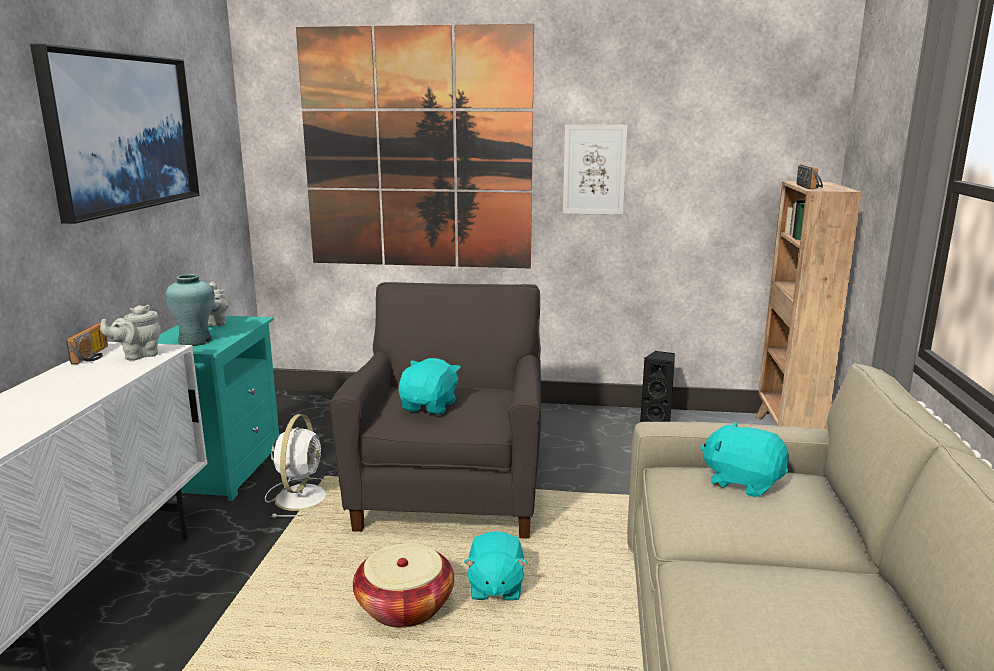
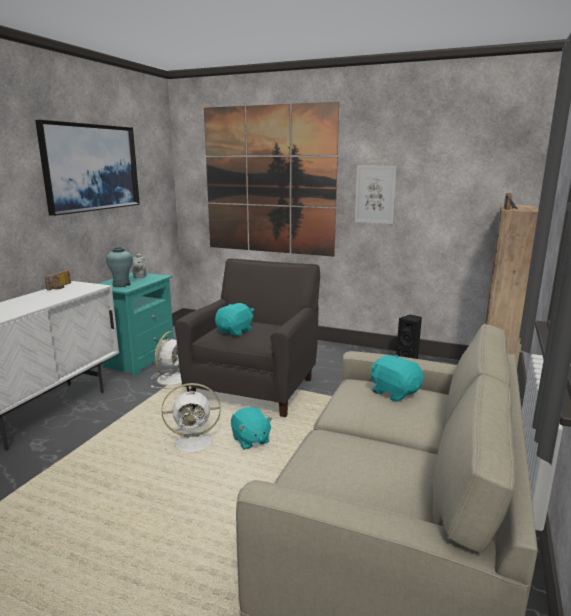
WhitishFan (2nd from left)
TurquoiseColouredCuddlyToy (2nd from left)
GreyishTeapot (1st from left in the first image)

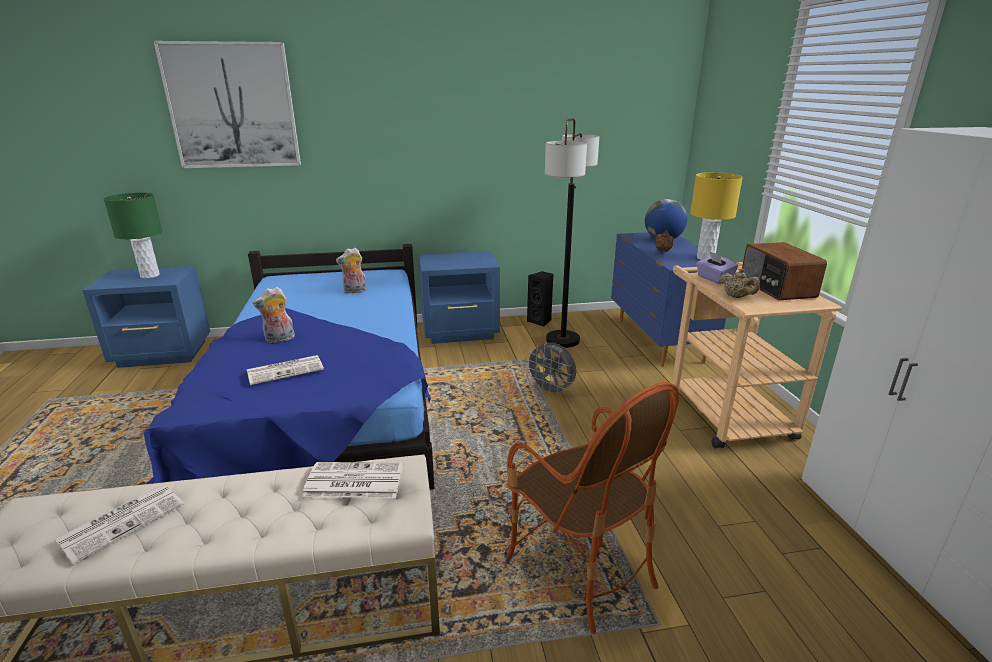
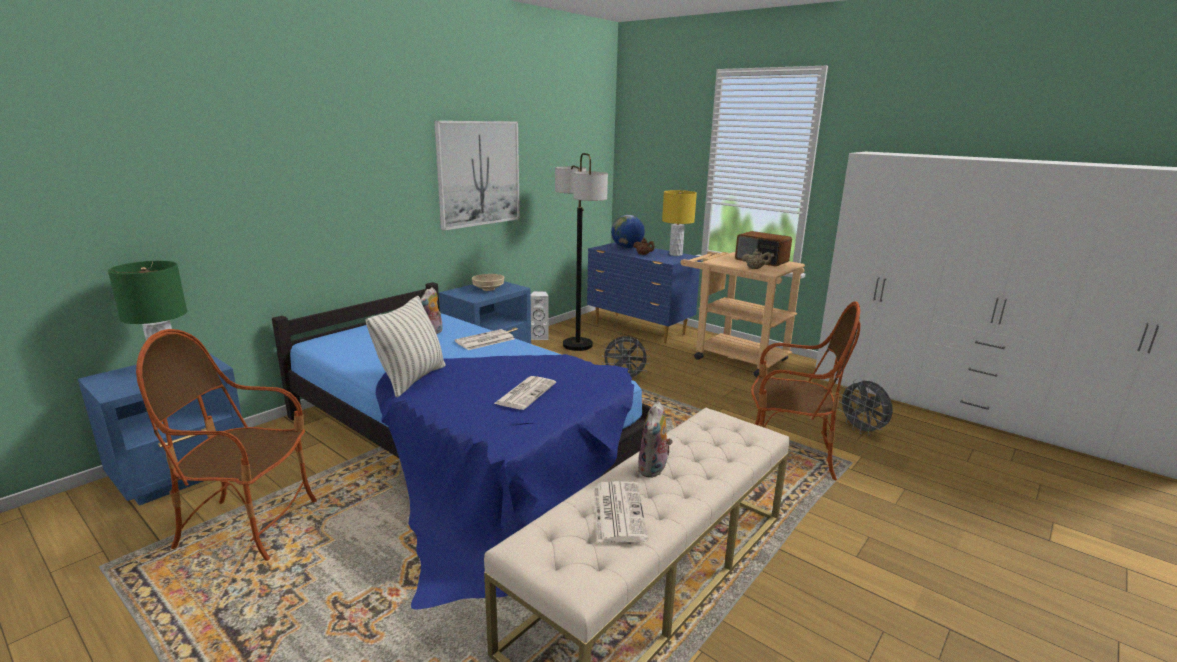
EasyChair (1st from left)
Pillow
WallArt
Newspaper (1st from left)
BeigeBowl
WhitishLoudspeaker
CuddlyToy (2nd from left)
GreyishFan (2nd from left)
PurplishTissueHolder

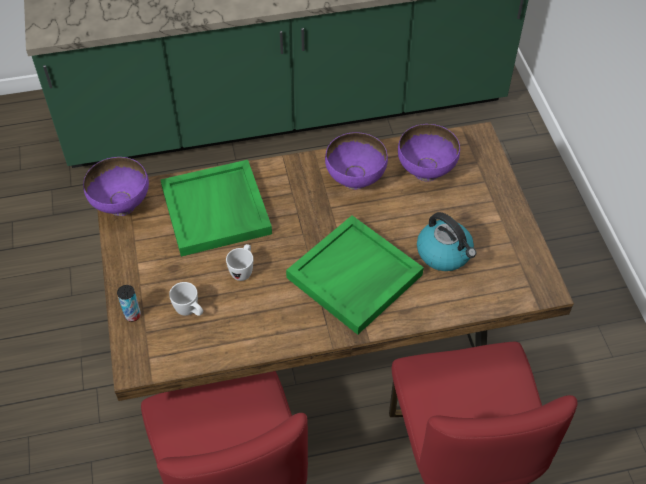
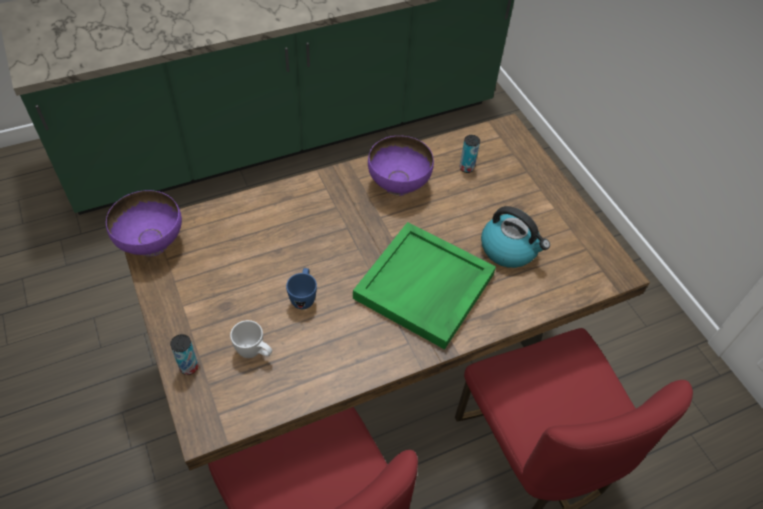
BlueColouredMug
MetalCan (2nd from left)
GreenCarryingTray (1st from left in the first image)

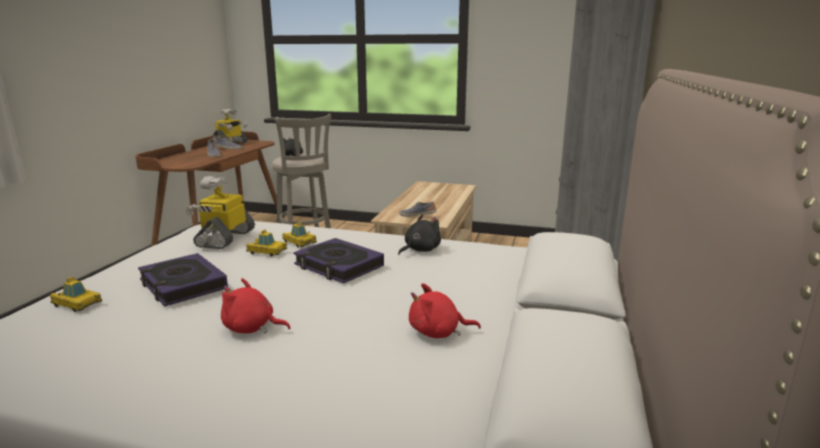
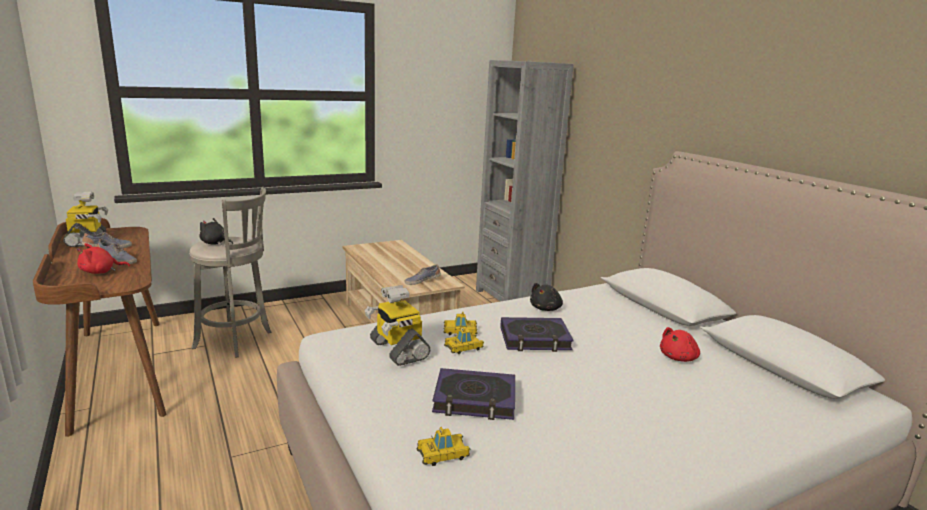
RedColouredCuddlyToy (1st from left)
BlackishCuddlyToy (2nd from left)

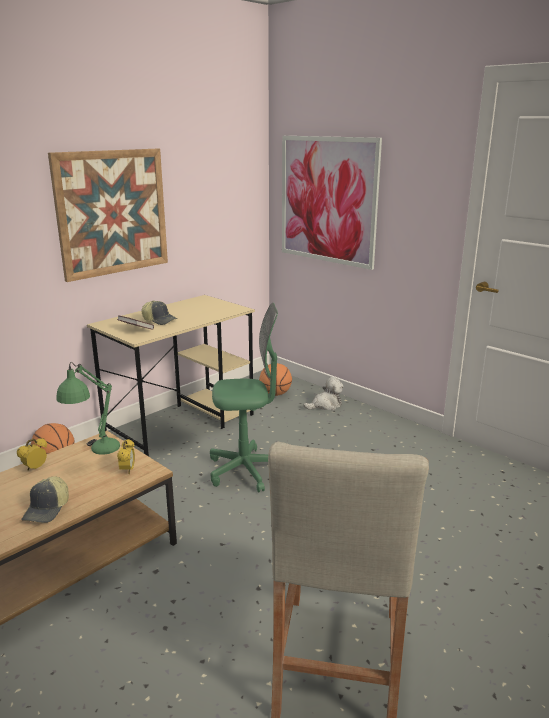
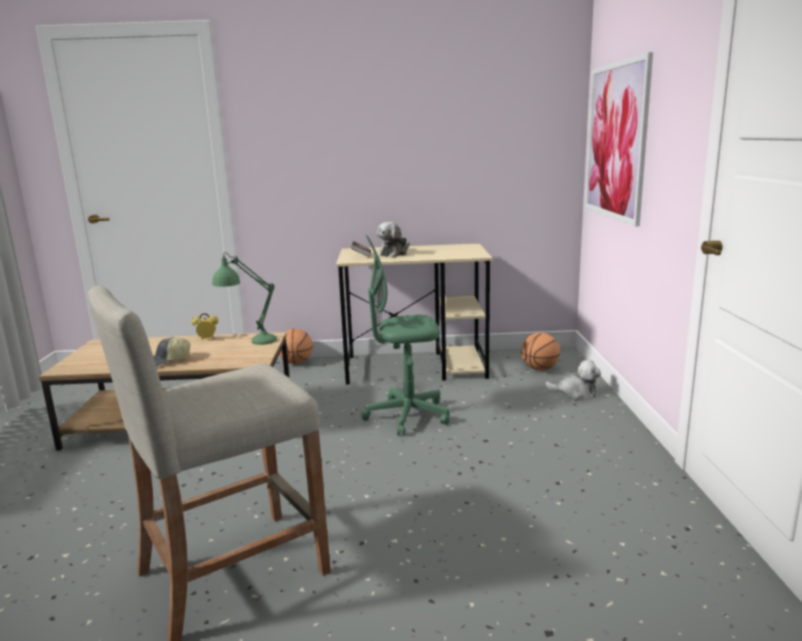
GreenComputerChair
CuddlyToy (1st from left)
WallArt (1st from left in the first image)
BedsideClock (2nd from left in the first image)

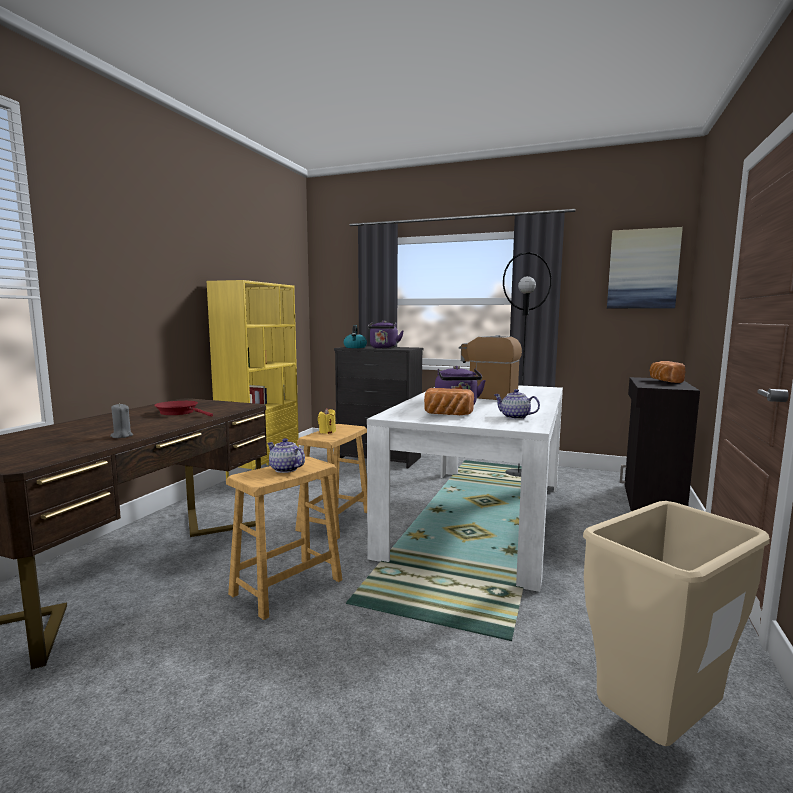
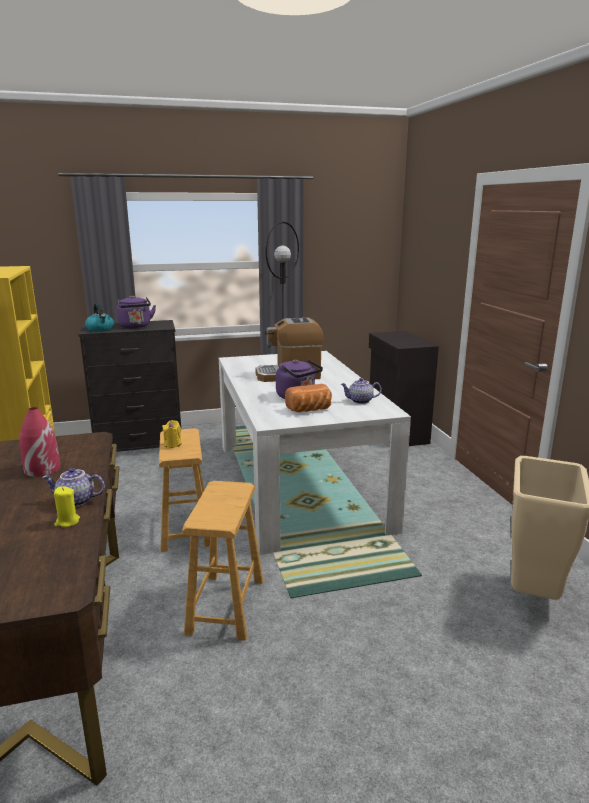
RedColouredDecorativeVase
Teapot (1st from left)
YellowishWaxCandle (1st from left)
WallArt
BakeryBread (2nd from left in the first image)

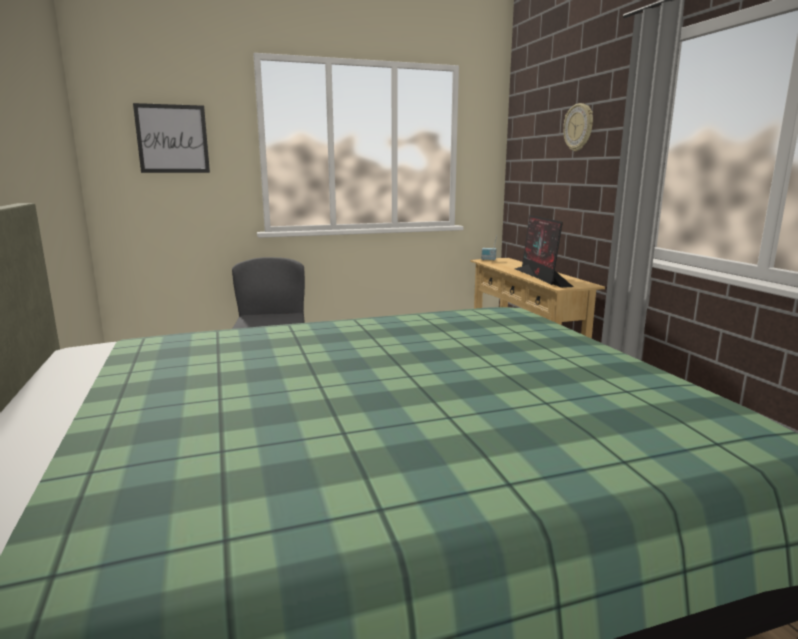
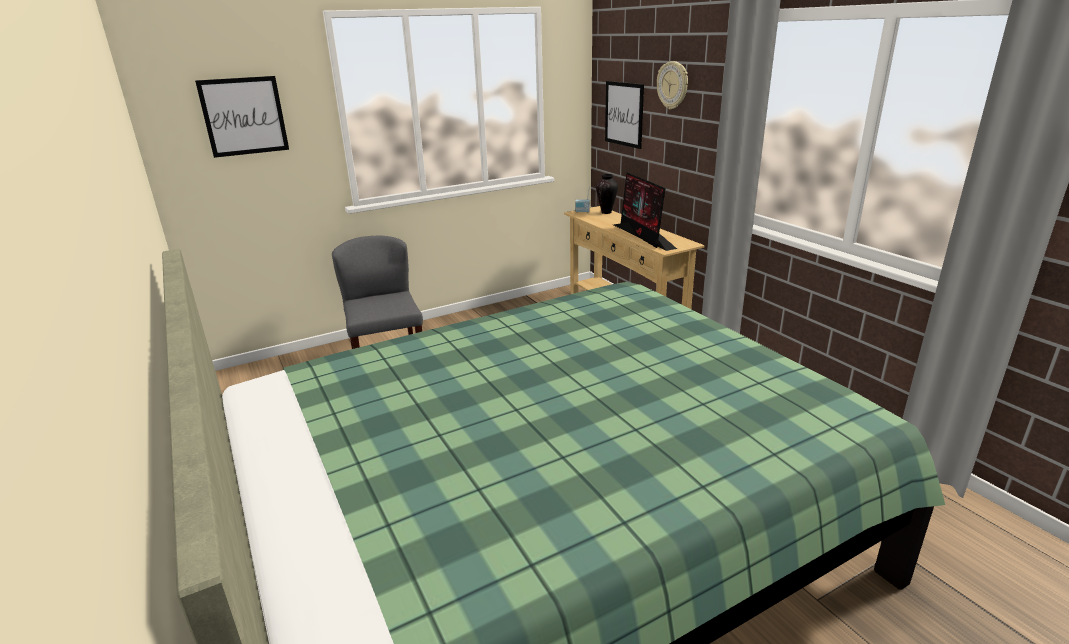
DecorativeVase
WallArt (2nd from left)

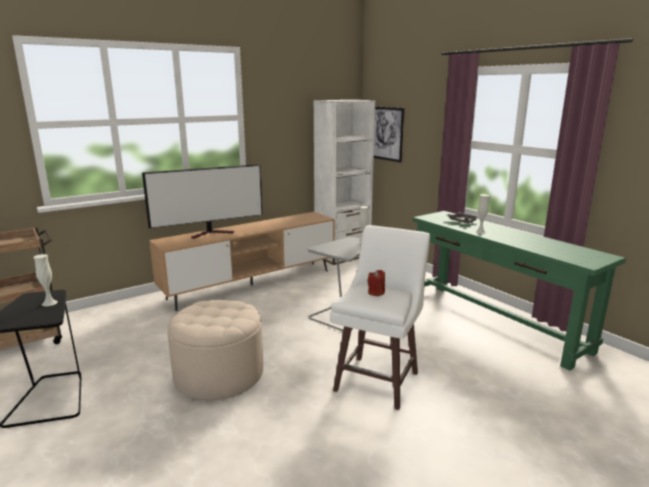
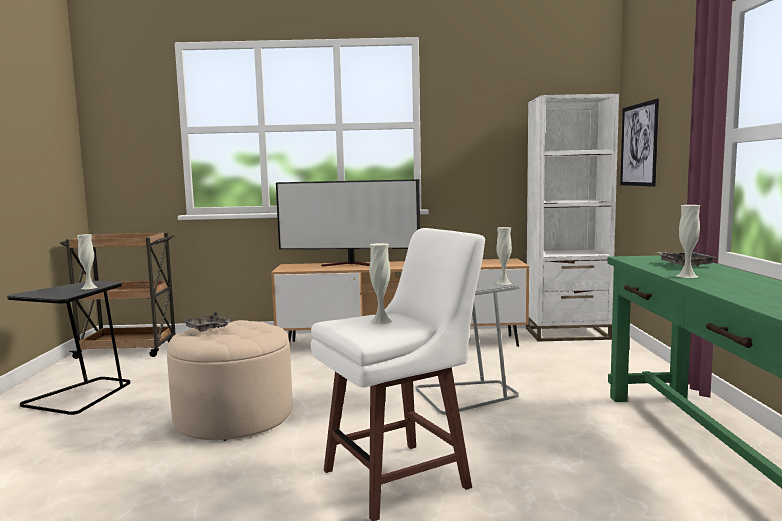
GreyishCarryingTray (1st from left)
WhitishDecorativeVase (2nd from left)

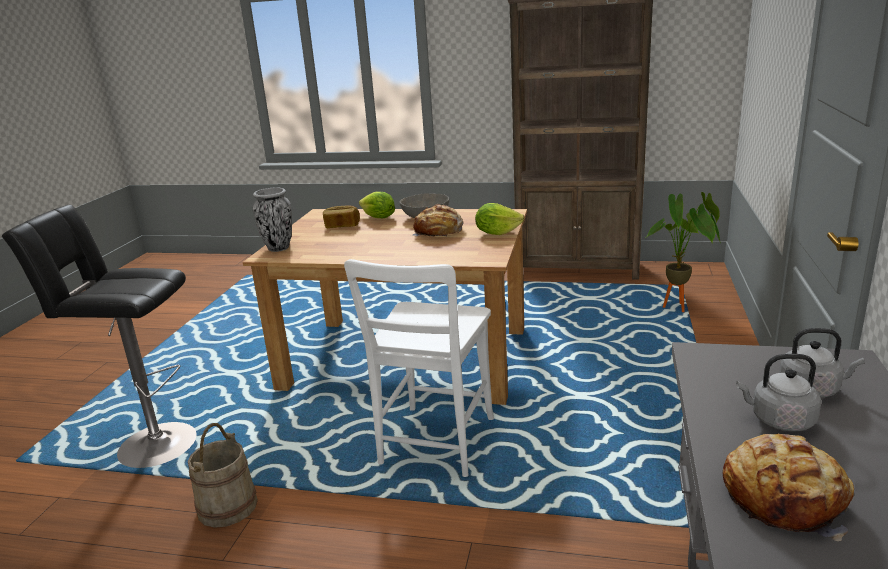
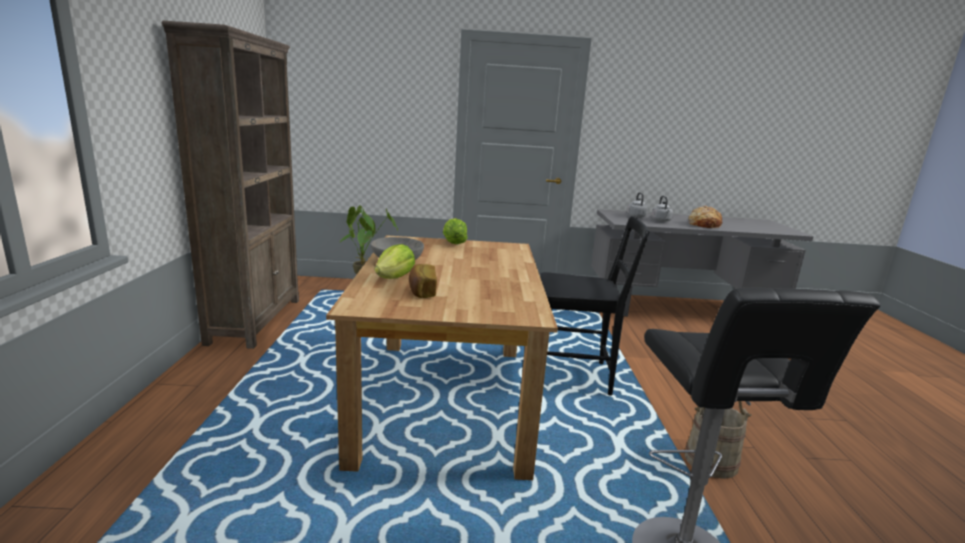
BlackishChair
DecorativeVase
BakeryBread (2nd from left in the first image)

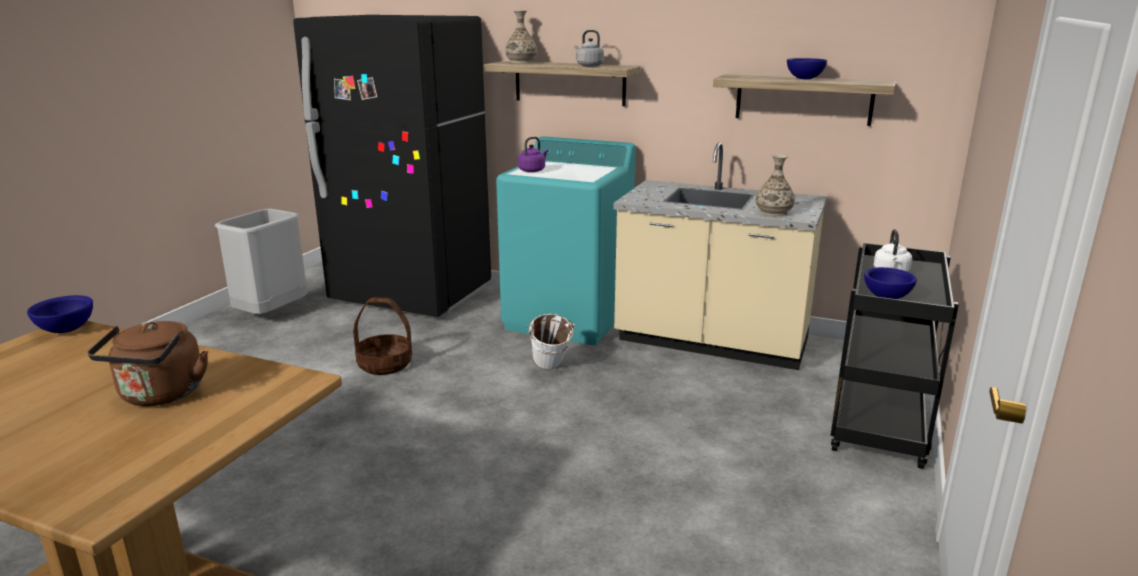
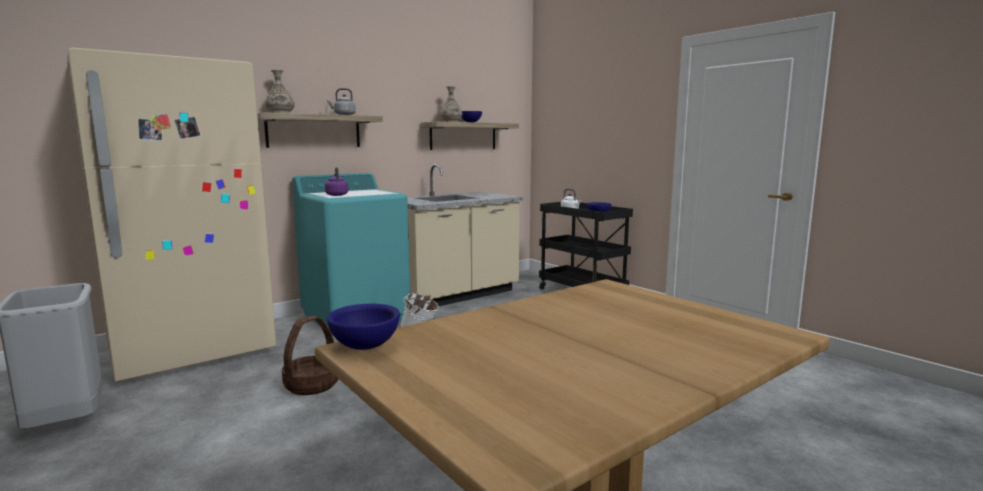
BeigeFridge
DecorativeVase (2nd from left)
BrownKettle

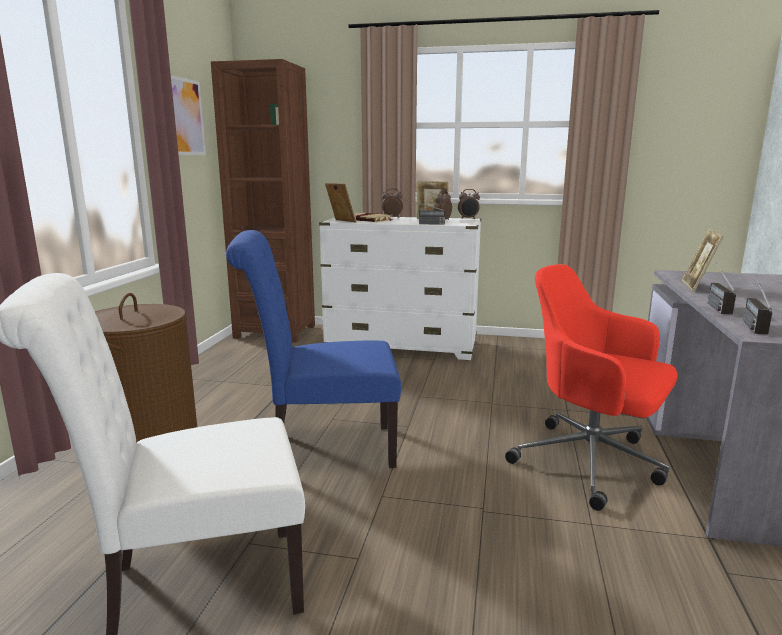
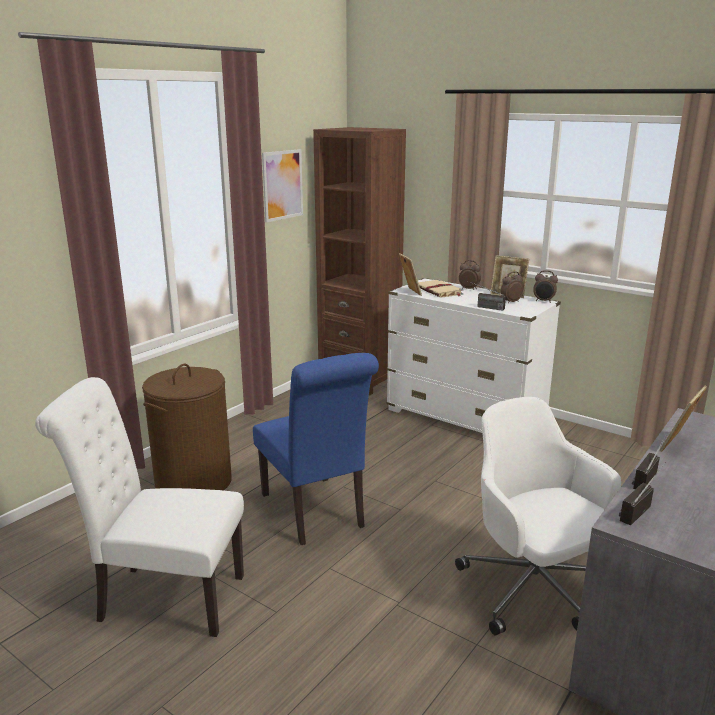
BlueColouredChair
WhitishComputerChair

